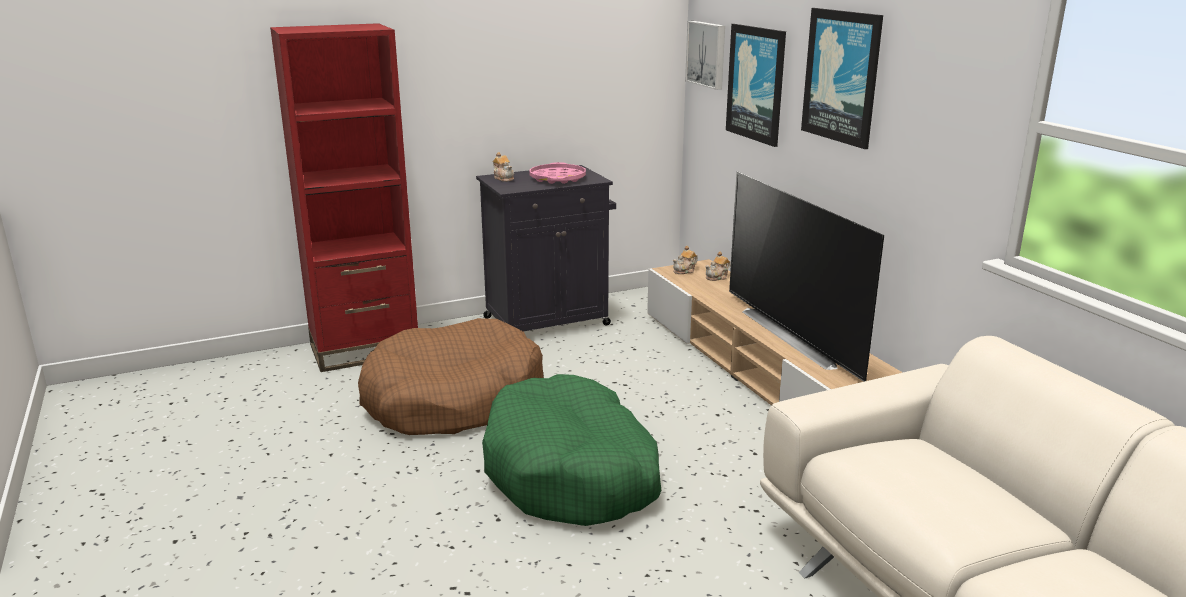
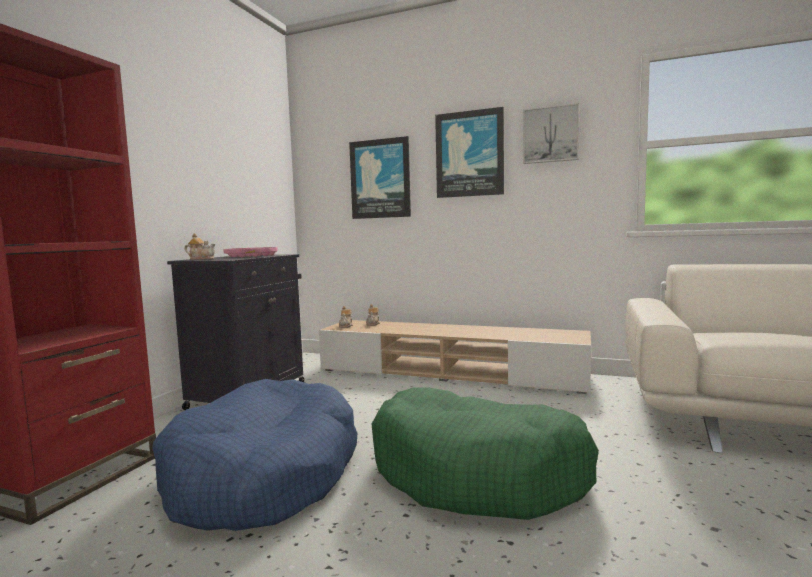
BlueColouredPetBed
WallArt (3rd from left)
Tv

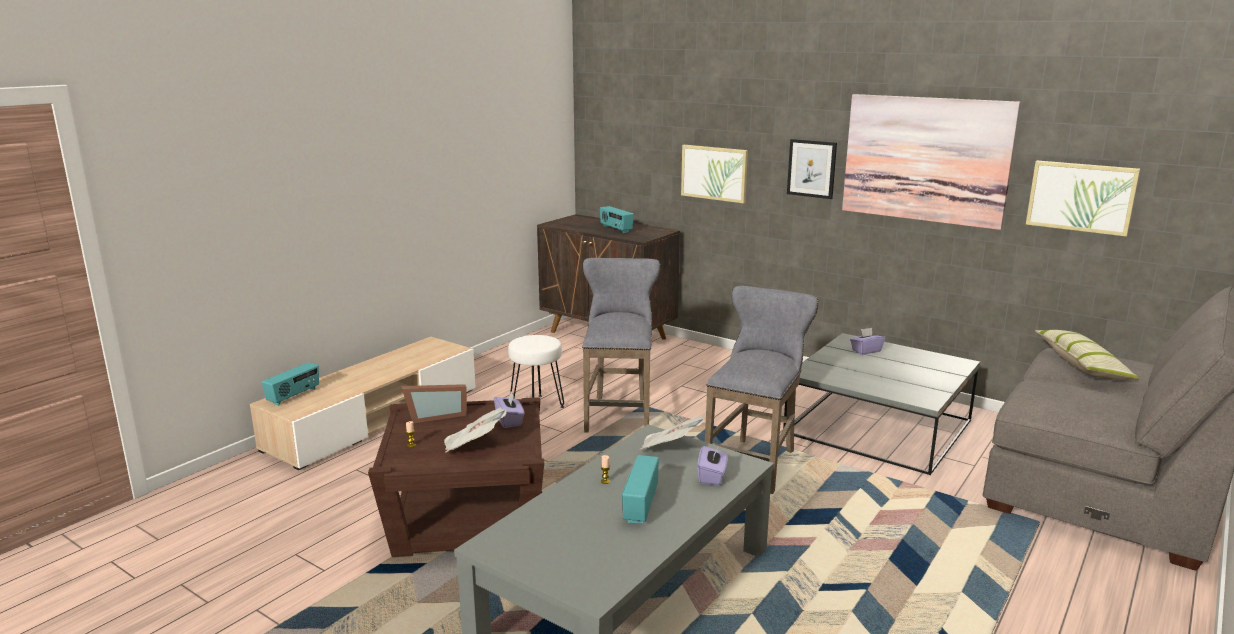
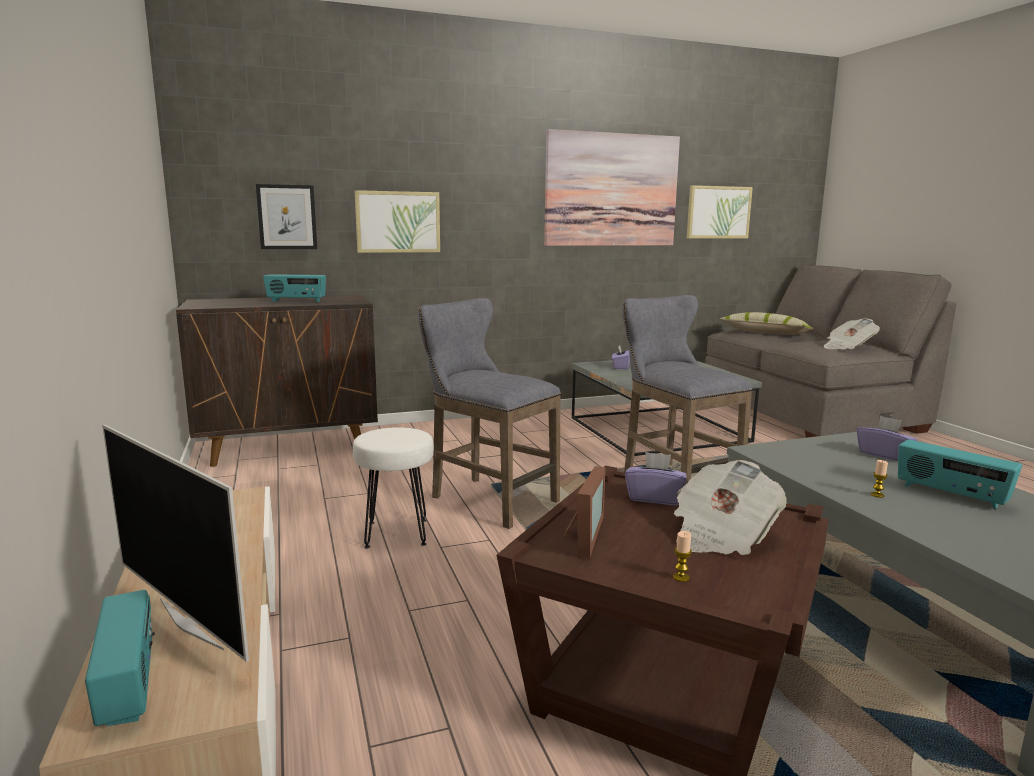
Tv
WallArt (1st from left)
Newspaper (2nd from left)

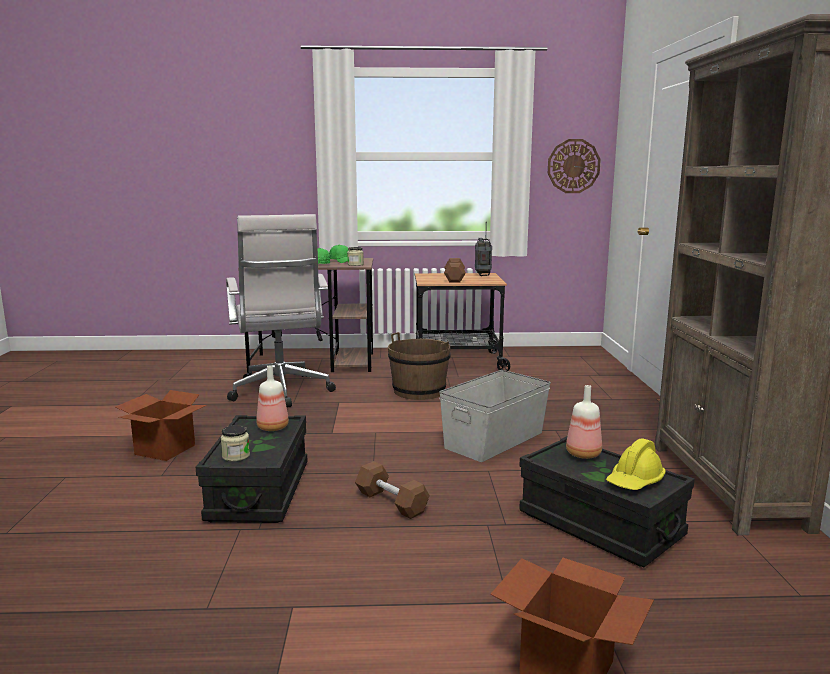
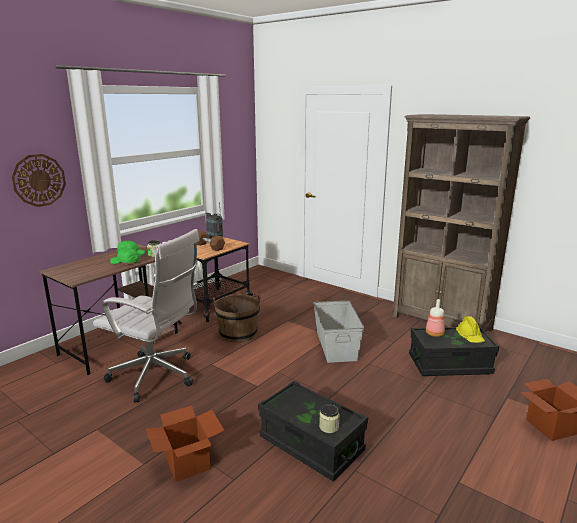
ClockOnTheWall
BeverageBottle (1st from left in the first image)
BrownDumbbell (1st from left in the first image)

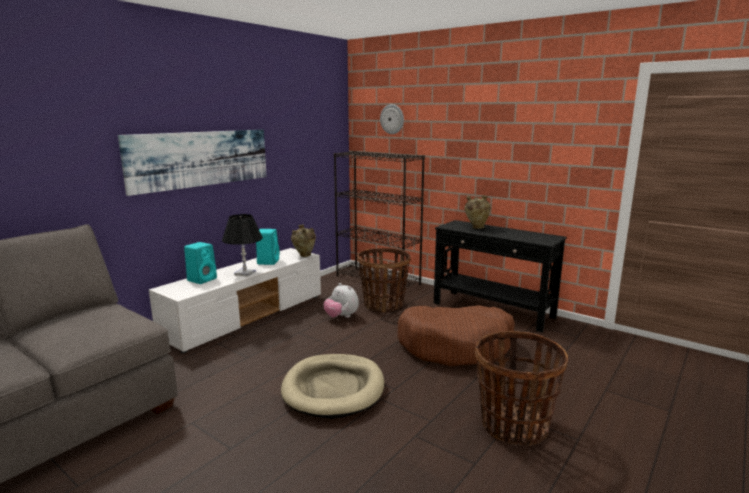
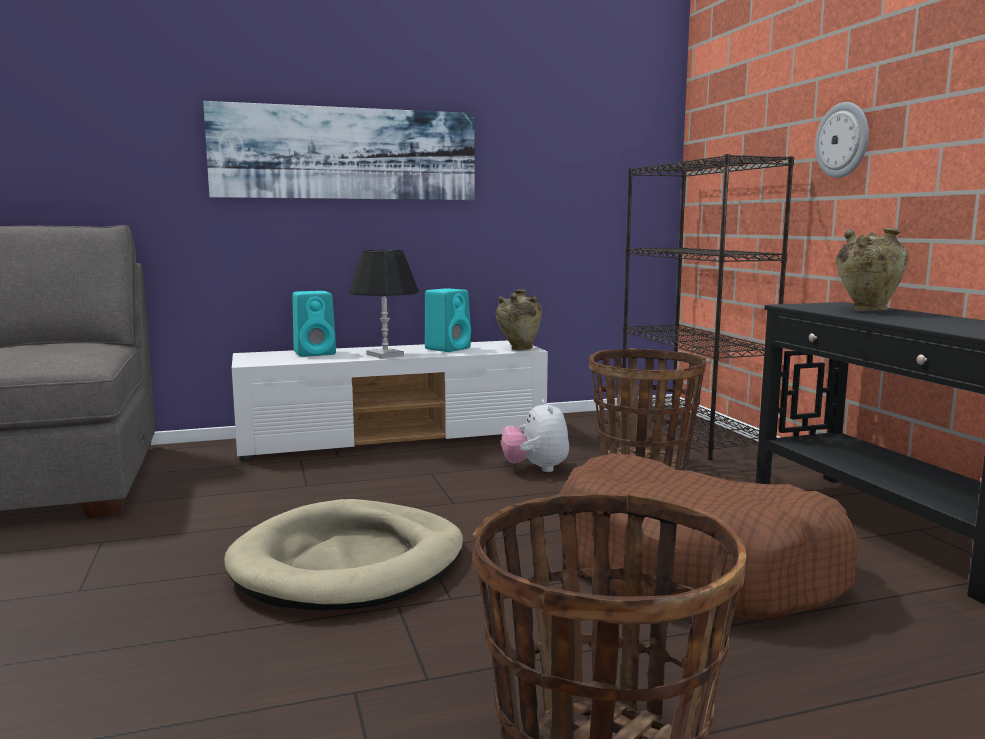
ClockOnTheWall

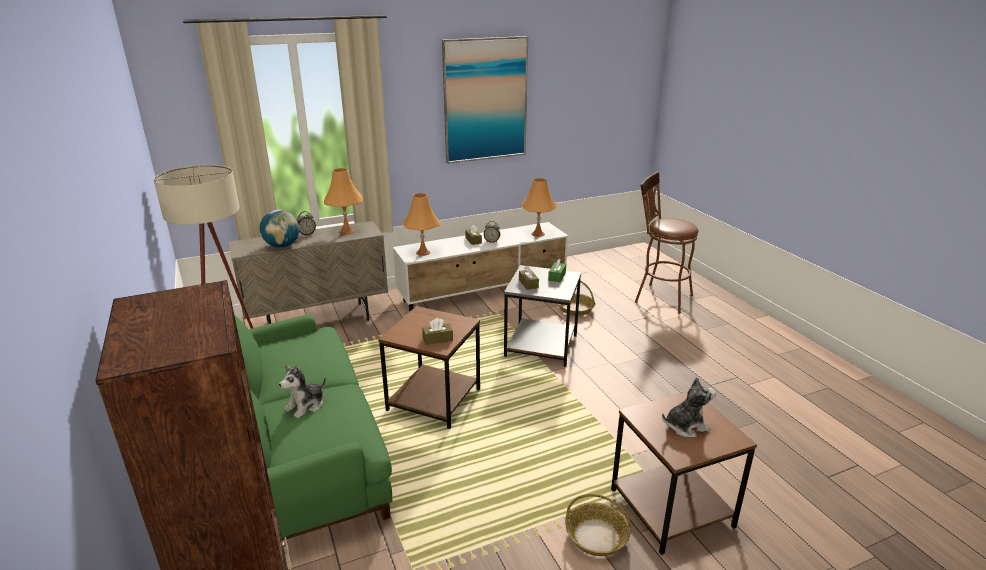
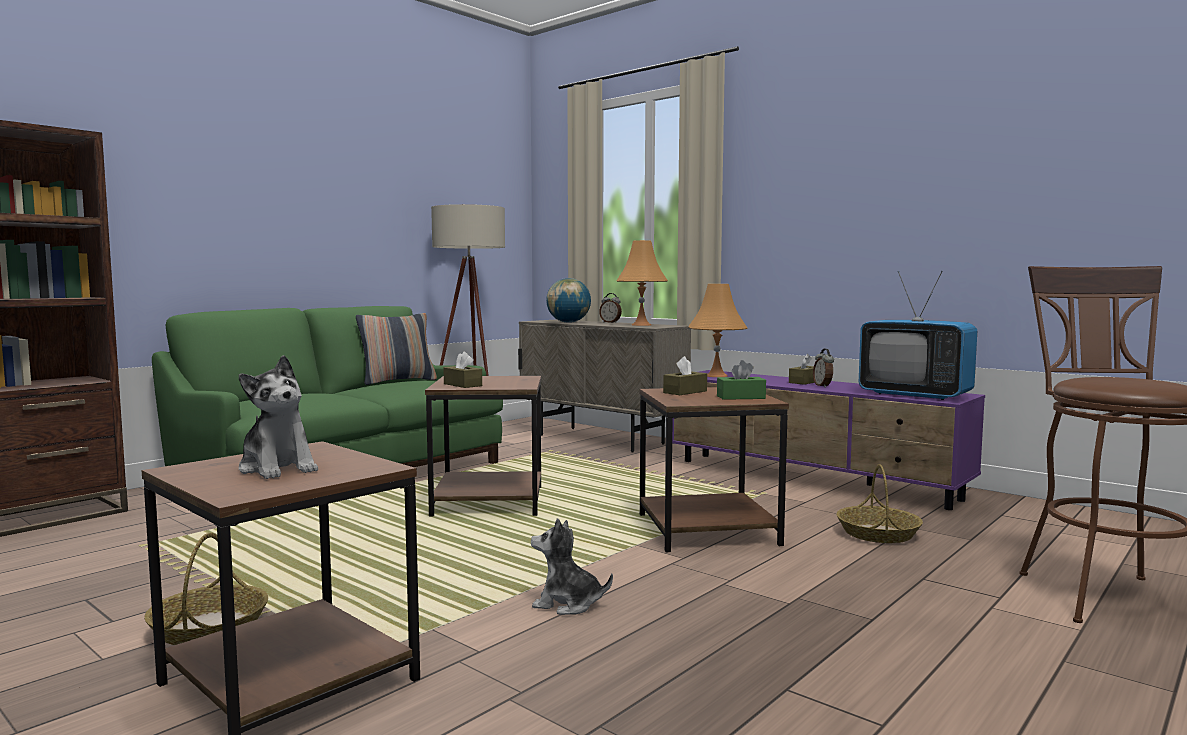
Pillow
CuddlyToy (2nd from left)
BrownEndTable (3rd from left)
PurplishTvStand
Tv
WallArt

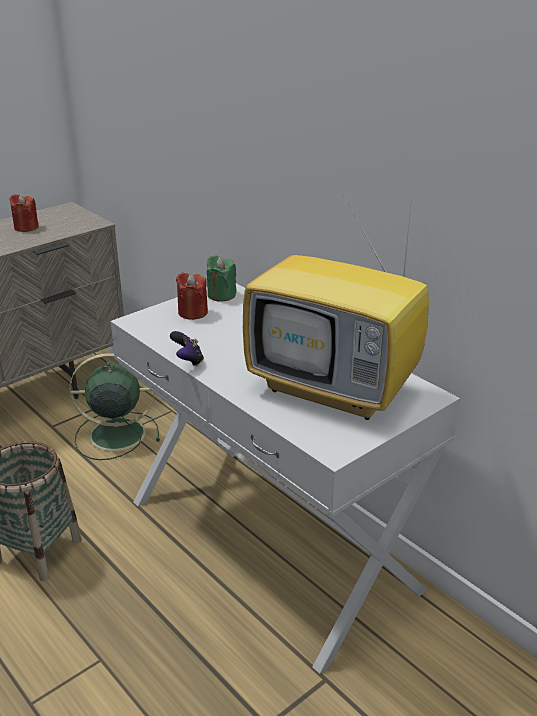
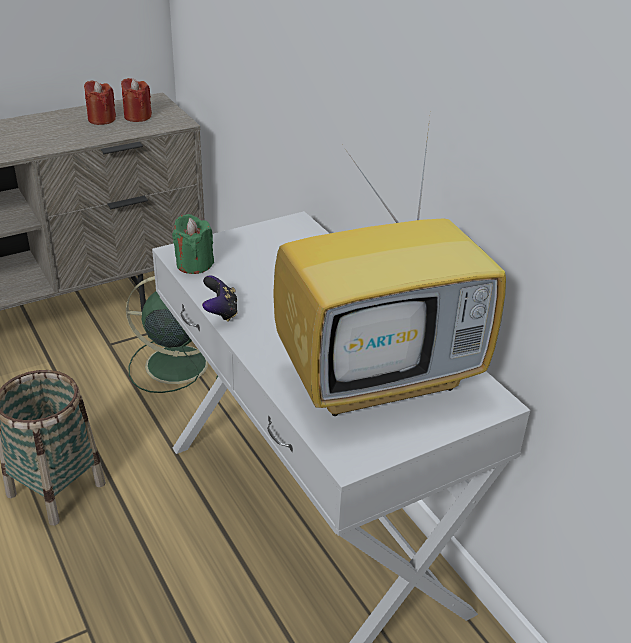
RedColouredWaxCandle (2nd from left)
GreenWaxCandle
Tv

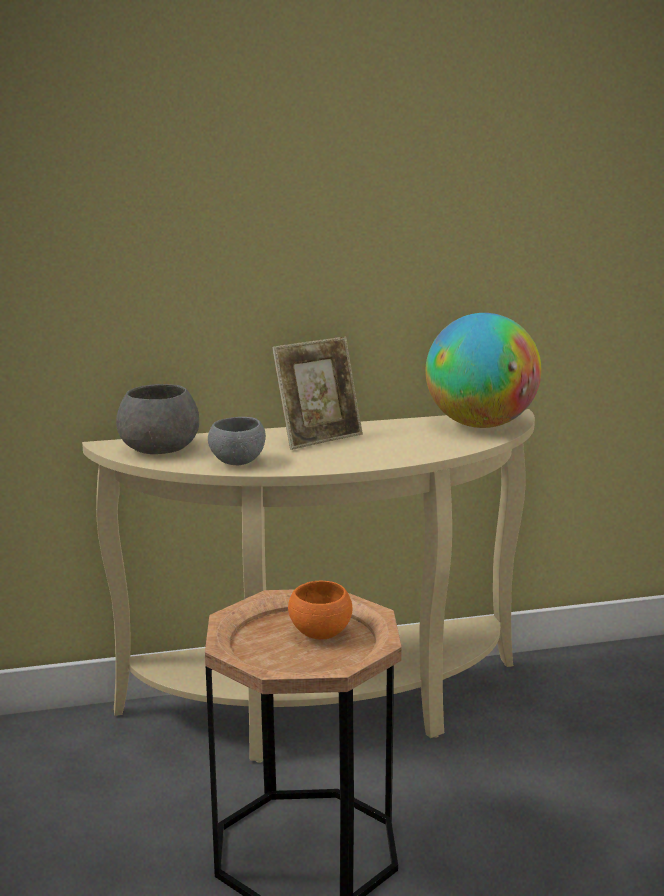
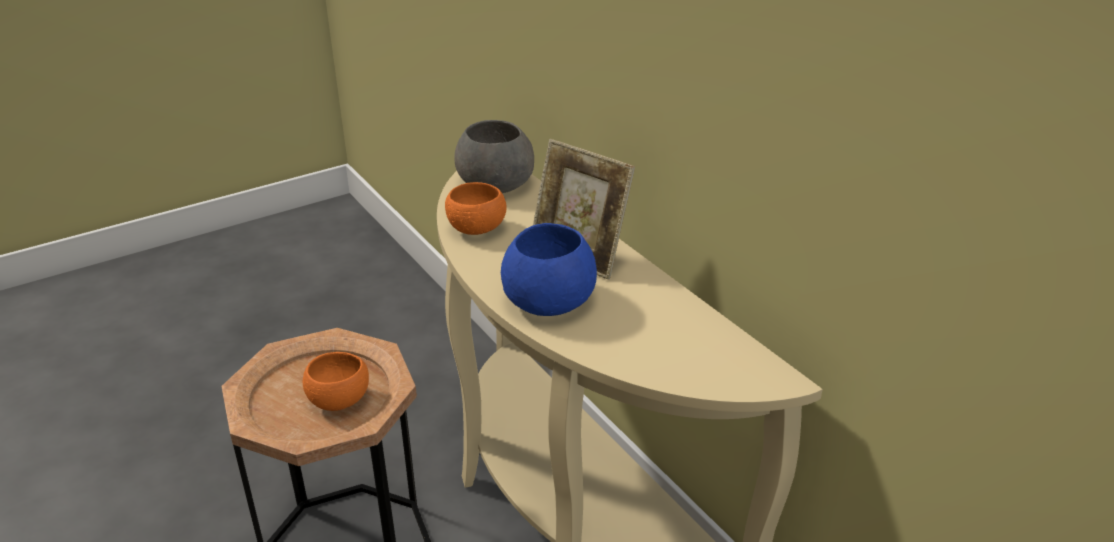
OrangeyBowl (2nd from left)
BlueColouredBowl
Globe

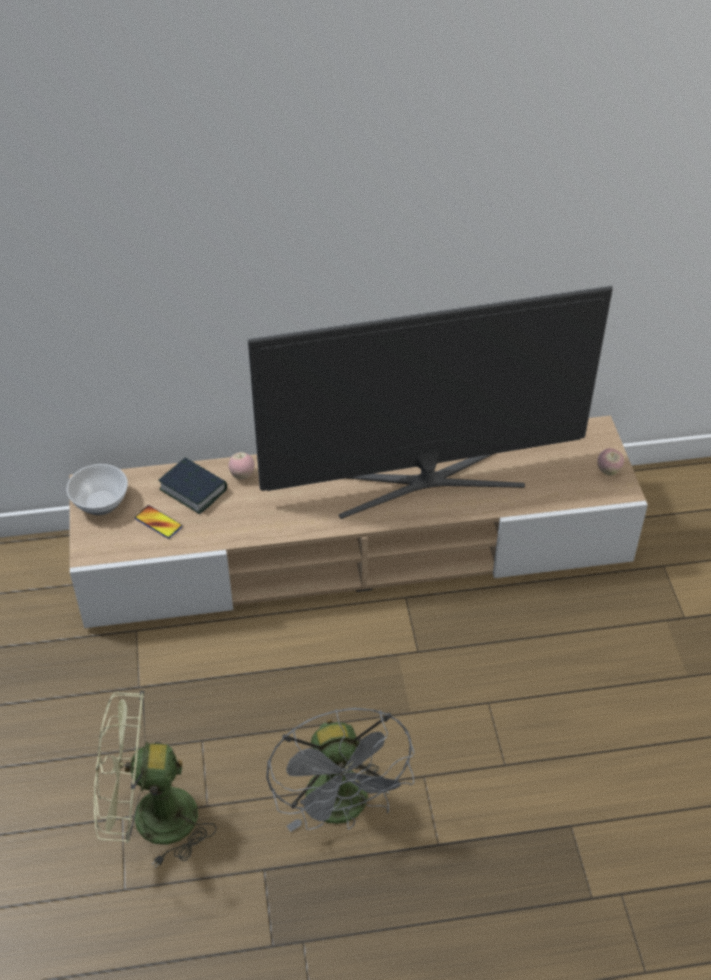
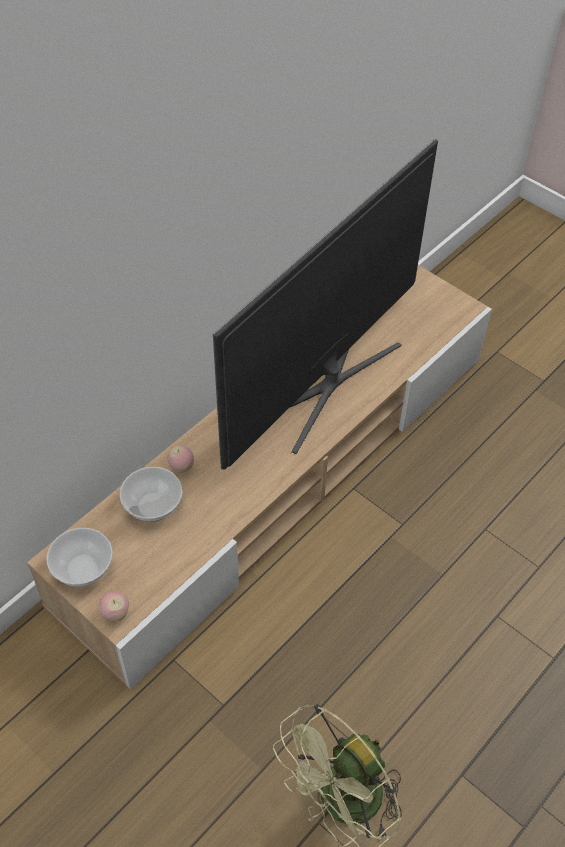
WholeApple (1st from left)
Bowl (2nd from left)
Phone
GreyishFan

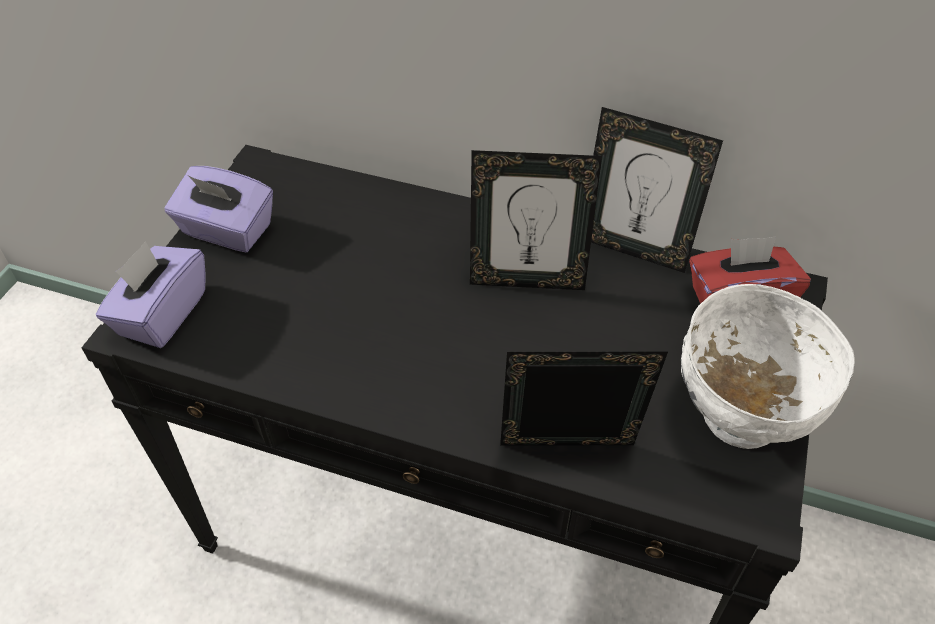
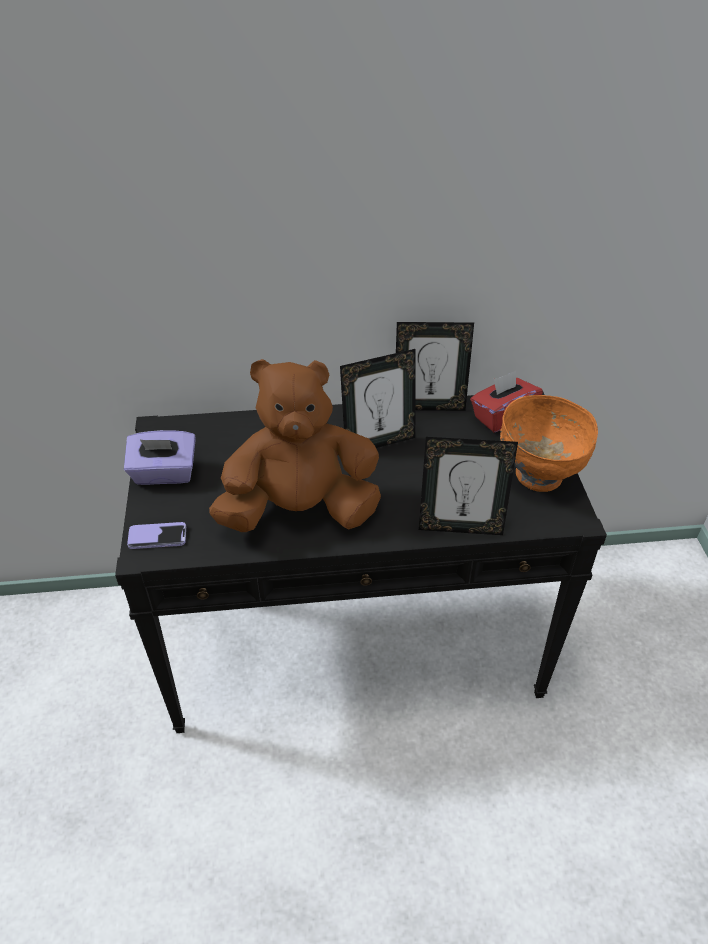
Phone
BrownCuddlyToy
StandingFrame (3rd from left)
OrangeyBowl

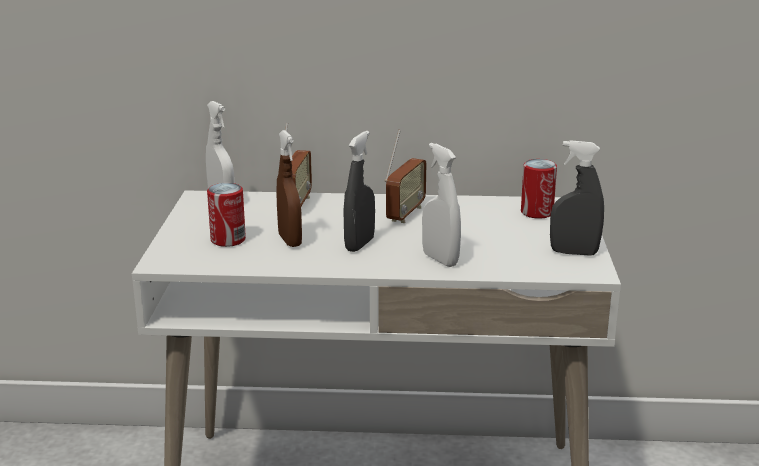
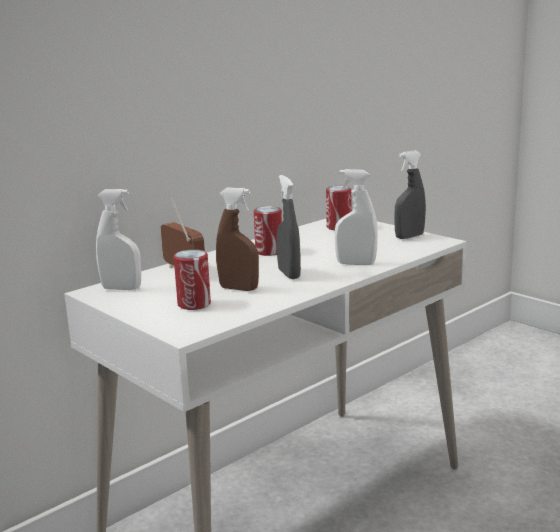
MetalCan (2nd from left)

